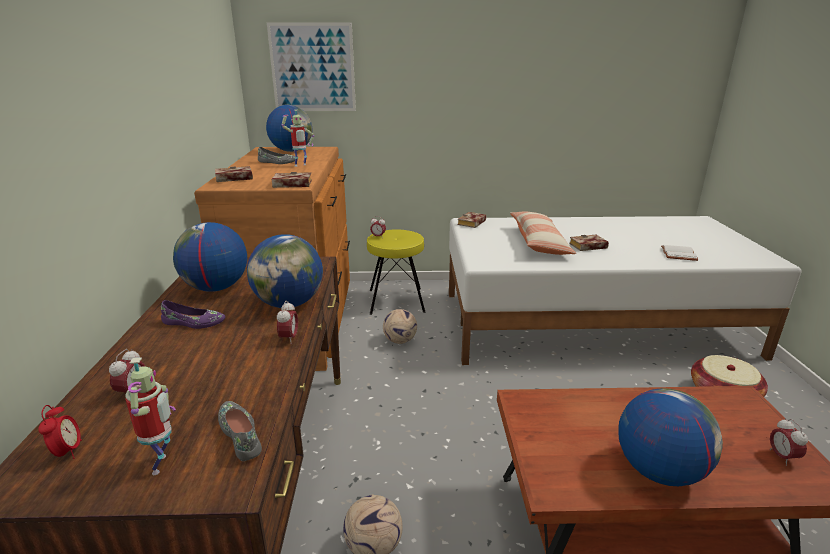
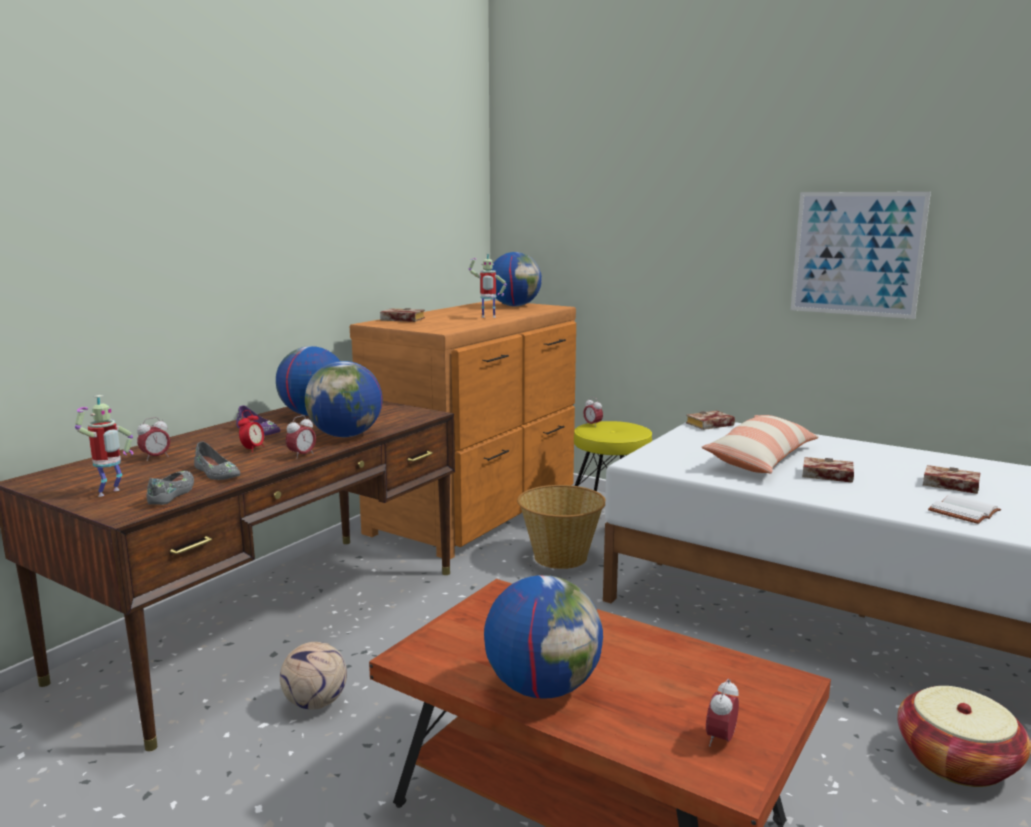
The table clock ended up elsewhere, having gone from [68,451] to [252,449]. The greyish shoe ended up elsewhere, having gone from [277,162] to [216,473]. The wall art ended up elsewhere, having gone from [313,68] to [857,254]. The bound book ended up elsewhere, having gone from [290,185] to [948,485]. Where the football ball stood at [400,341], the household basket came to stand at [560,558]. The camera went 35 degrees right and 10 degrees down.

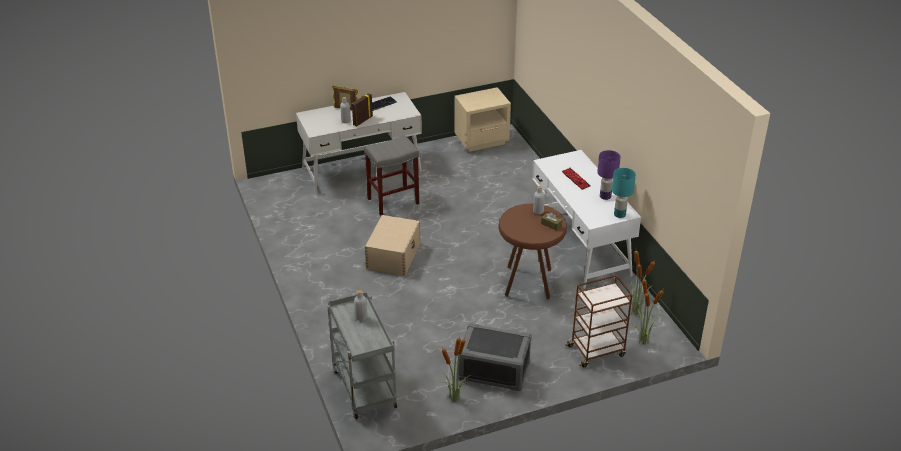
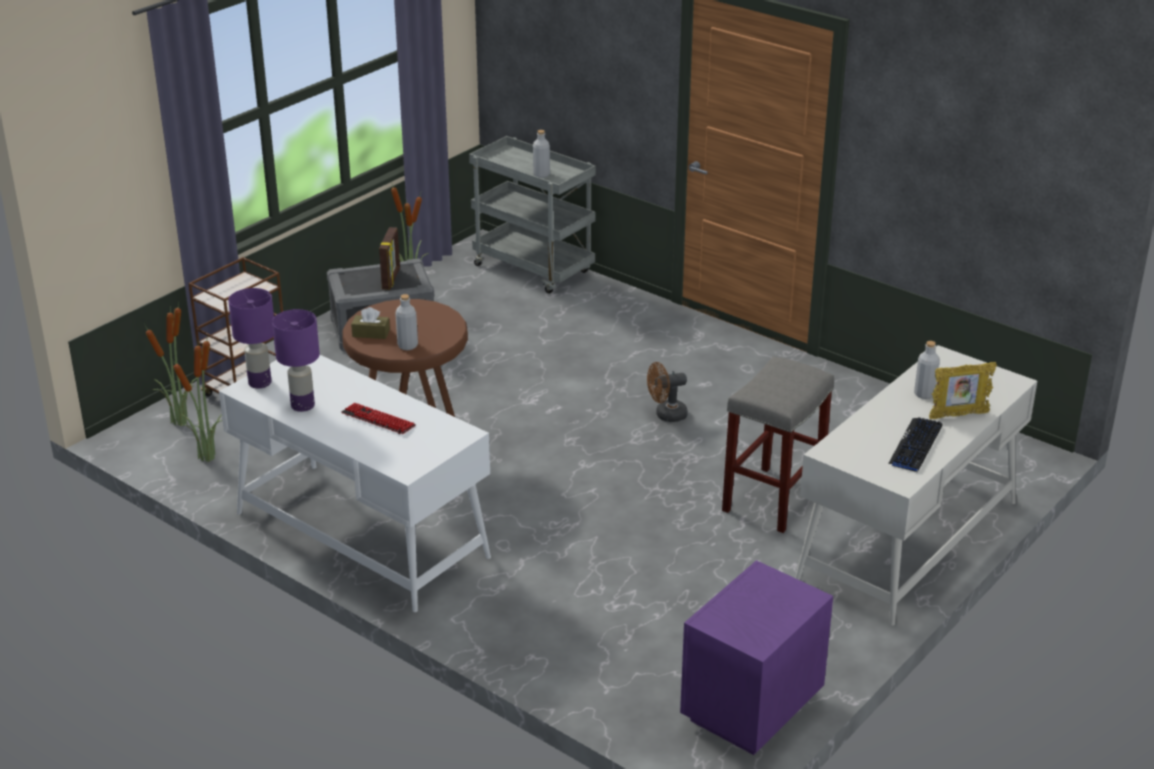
The standing frame ended up elsewhere, having gone from [362,120] to [391,279]. Where the sand-coloured storage container stood at [394,255], the brownish electric fan came to stand at [666,415]. What was the sand-coloured nightstand at [482,141] turned into the purple nightstand at [749,709]. What was the blue-green tabletop lamp at [620,214] turned into the purple tabletop lamp at [259,383]. The camera went 150 degrees right and 5 degrees down.

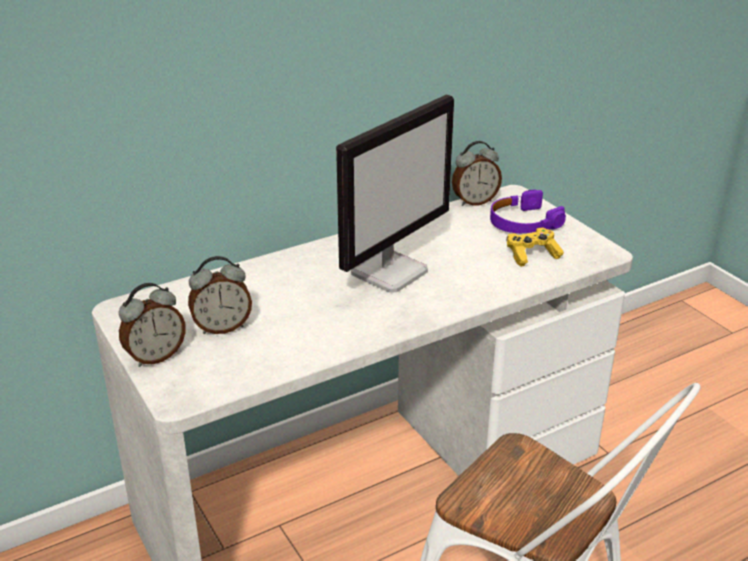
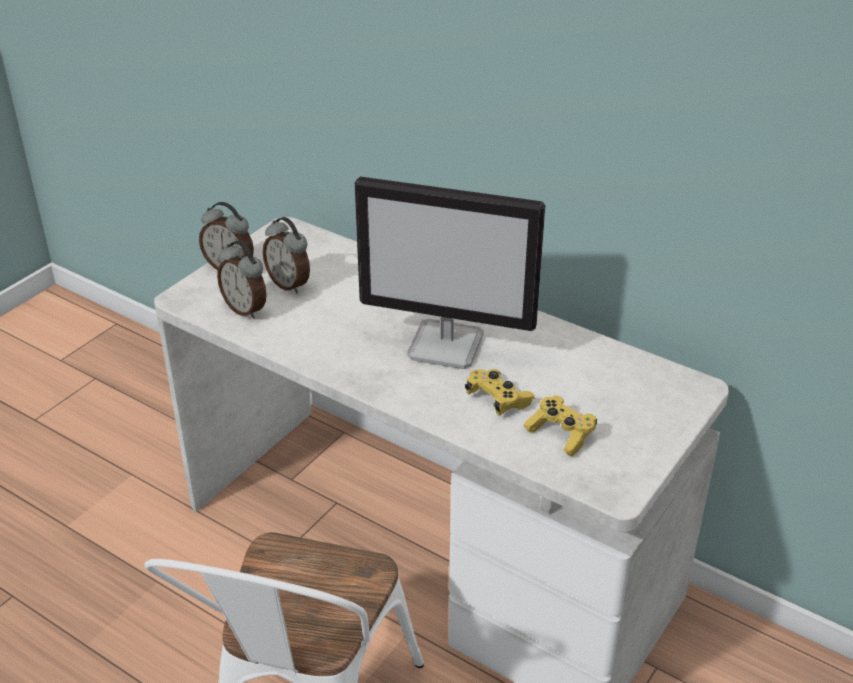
The second view lost the purple headset at [522,223]. The second view gained the yellow joypad at [498,399]. The table clock ended up elsewhere, having gone from [474,201] to [246,309]. The camera went 65 degrees right and 5 degrees up.

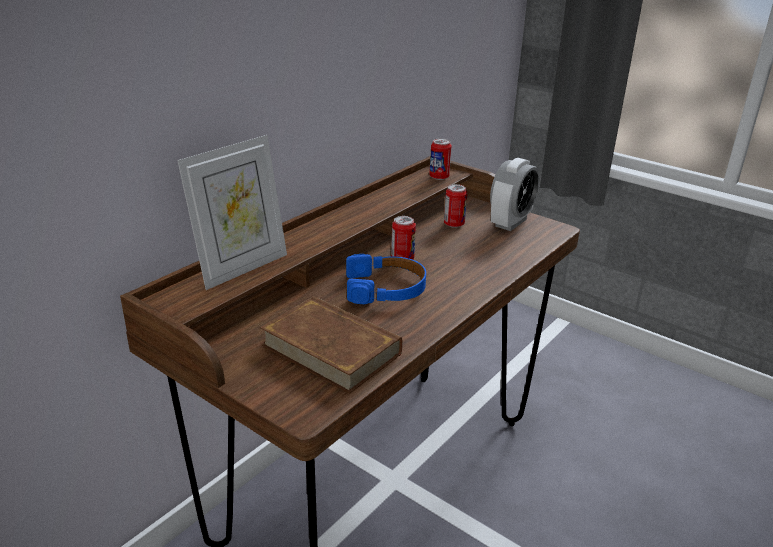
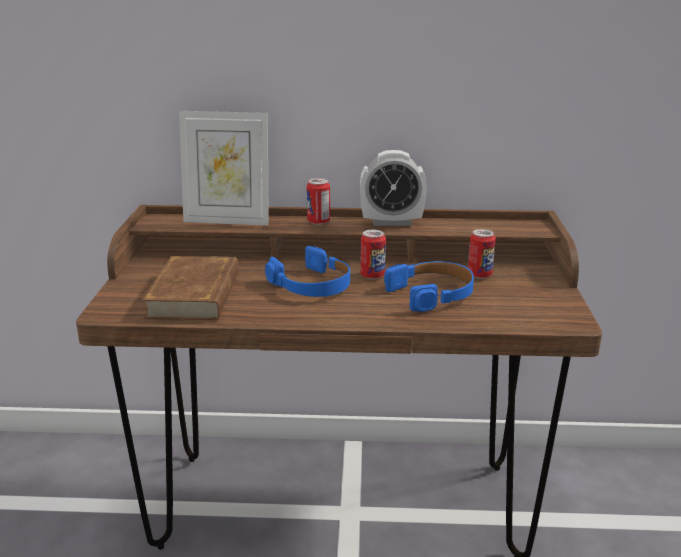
The second view gained the blue headset at [432,294]. The sealed can ended up elsewhere, having gone from [439,177] to [318,222]. The table clock ended up elsewhere, having gone from [510,222] to [391,222]. The camera went 55 degrees right and 5 degrees down.

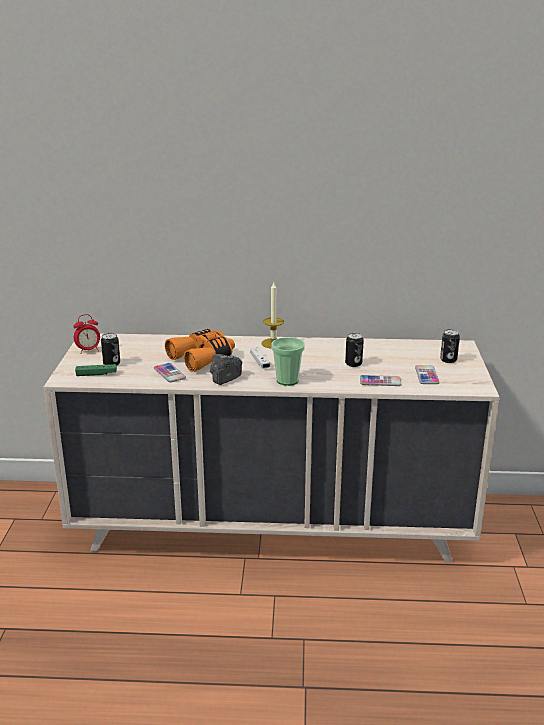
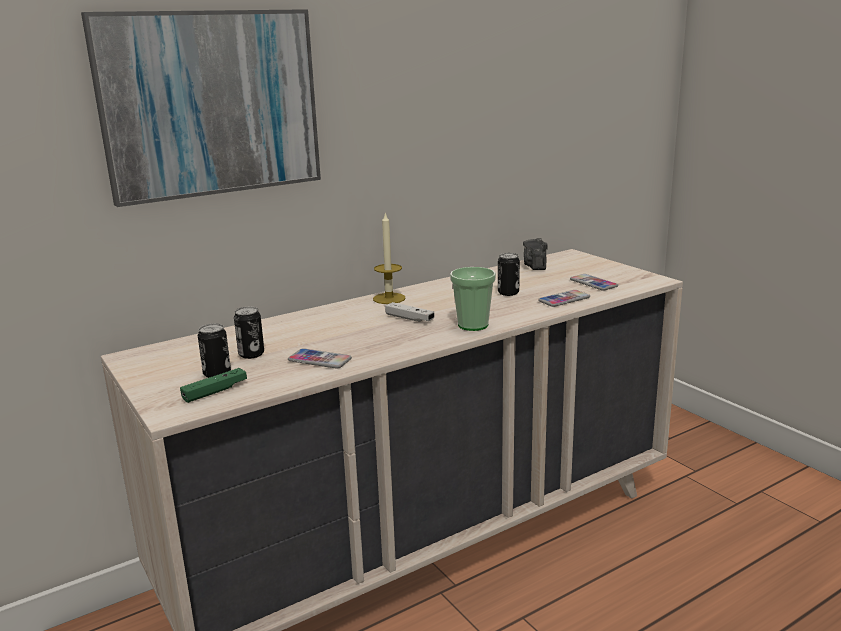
The second view lost the table clock at [88,350]. The second view lost the orange-coloured field glasses at [203,358]. The second view gained the wall art at [210,104]. The photo camera ended up elsewhere, having gone from [225,378] to [535,266]. The sealed can ended up elsewhere, having gone from [448,360] to [251,354]. The camera went 35 degrees left and 5 degrees down.

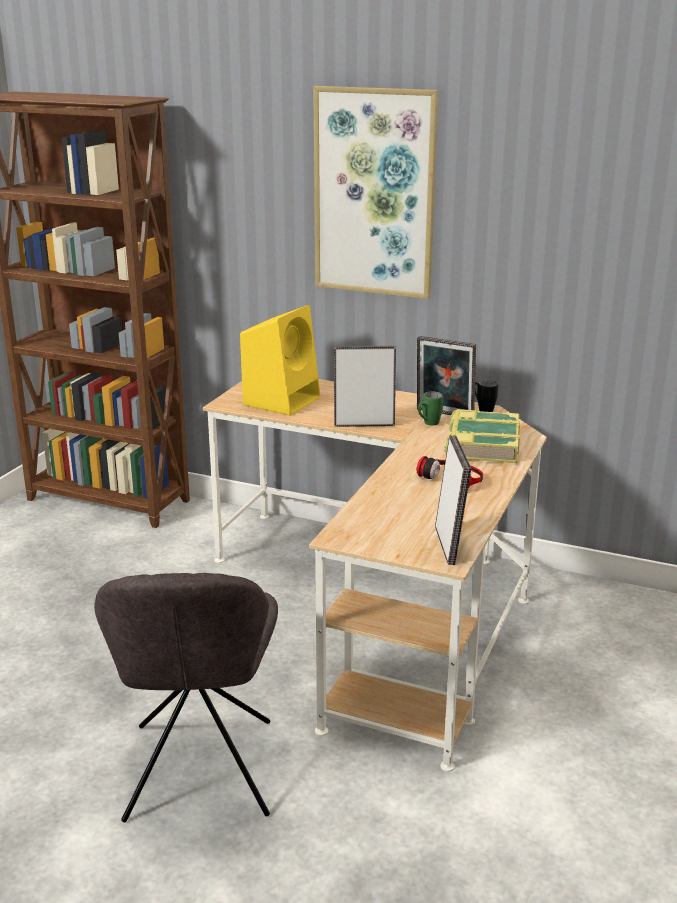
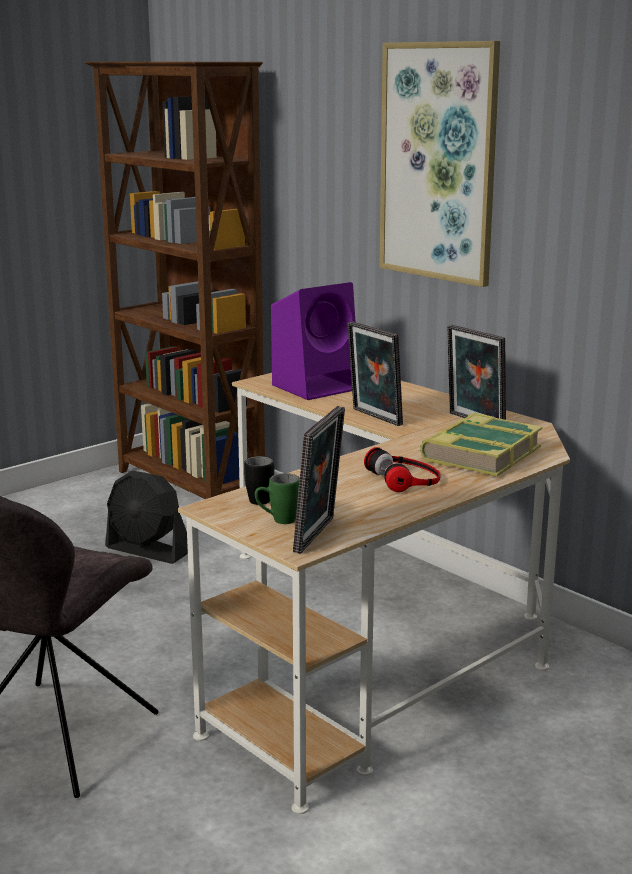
The second view gained the blackish electric fan at [147,550]. The greenish tea mug ended up elsewhere, having gone from [428,424] to [277,521]. The blackish tea mug ended up elsewhere, having gone from [482,409] to [258,498]. What was the yellow speaker at [282,400] turned into the purple speaker at [317,387]. The standing frame at [364,424] ended up facing another way, 150 degrees counterclockwise from before. The camera went 25 degrees right and 5 degrees down.

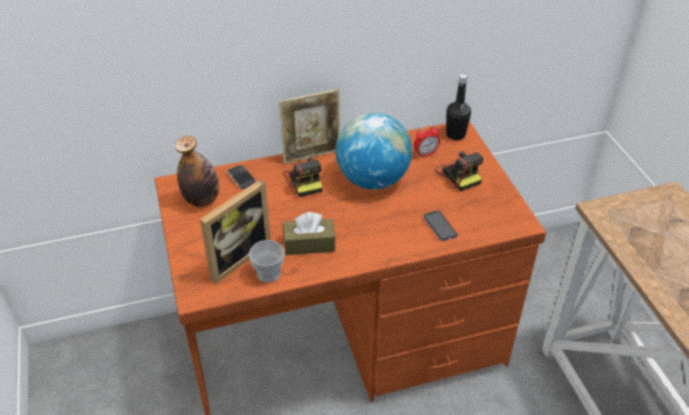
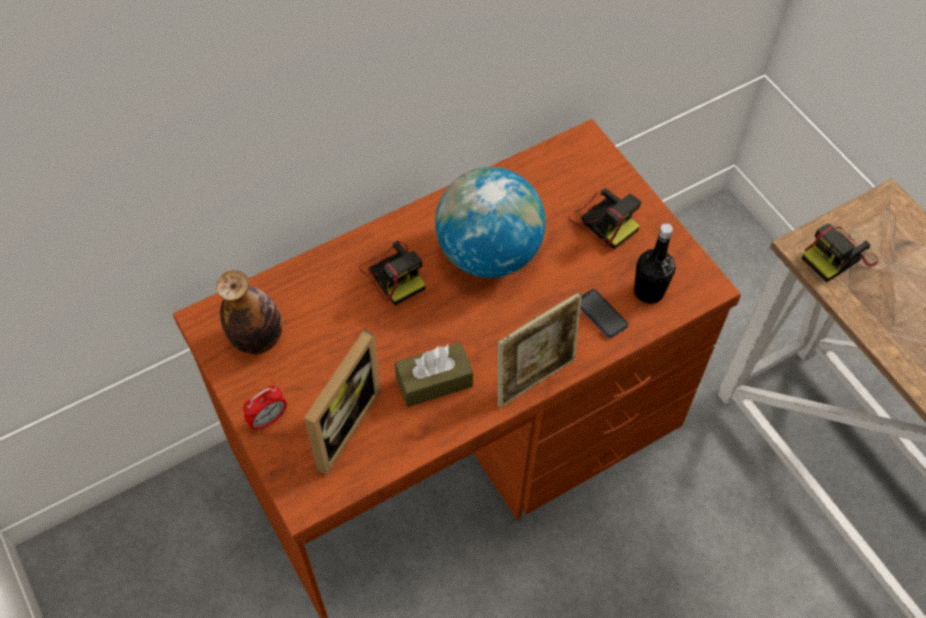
The second view lost the telephone at [241,178]. The second view lost the cup at [268,273]. The second view gained the photo camera at [838,256]. The standing frame ended up elsewhere, having gone from [312,155] to [535,379]. The table clock ended up elsewhere, having gone from [425,154] to [268,419]. The blackish drink bottle ended up elsewhere, having gone from [455,134] to [649,291]. The camera went 15 degrees left and 15 degrees up.

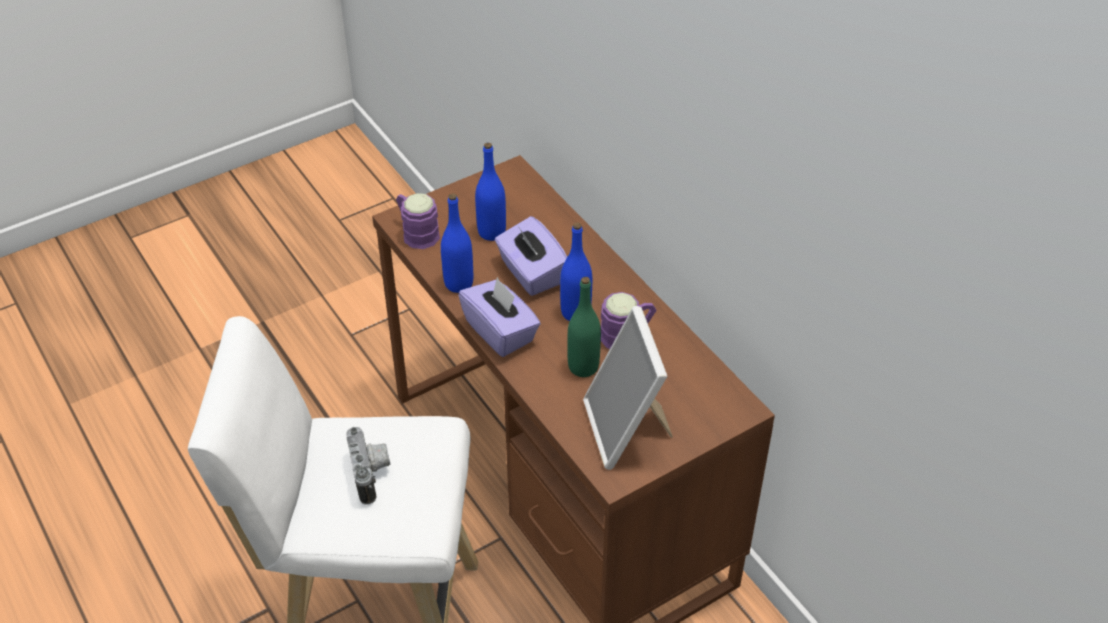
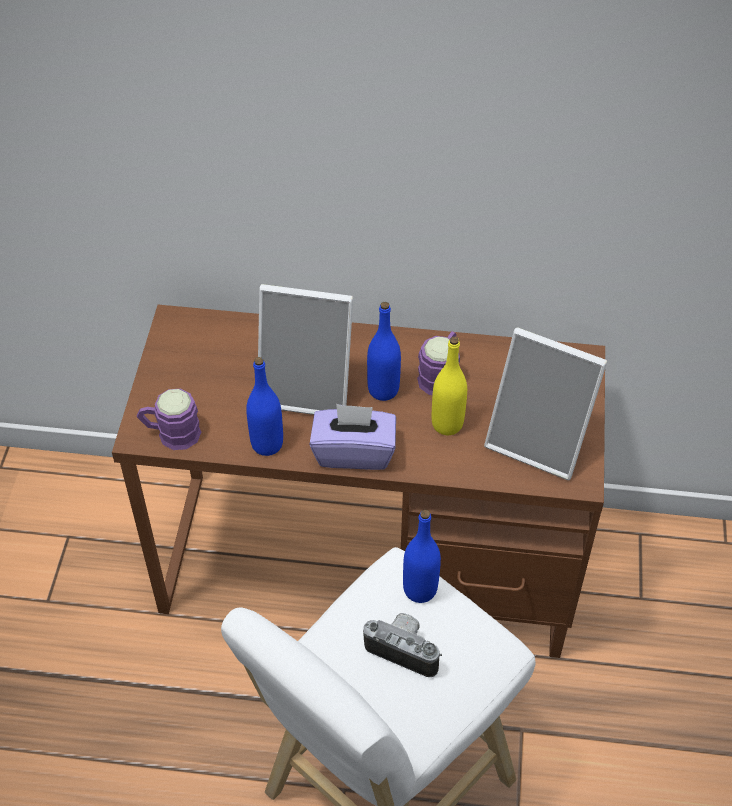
The blue drink bottle ended up elsewhere, having gone from [491,232] to [420,589]. Where the purple box of tissues stood at [531,273], the standing frame came to stand at [308,389]. What was the greenish drink bottle at [583,367] turned into the yellow drink bottle at [447,424]. The camera went 50 degrees left and 5 degrees up.

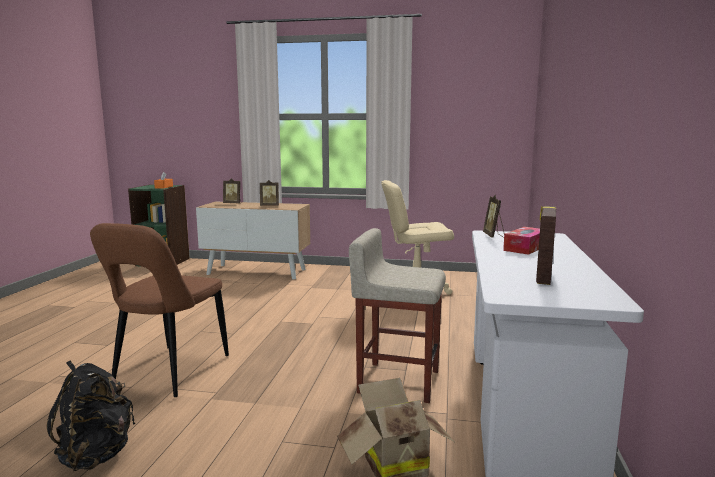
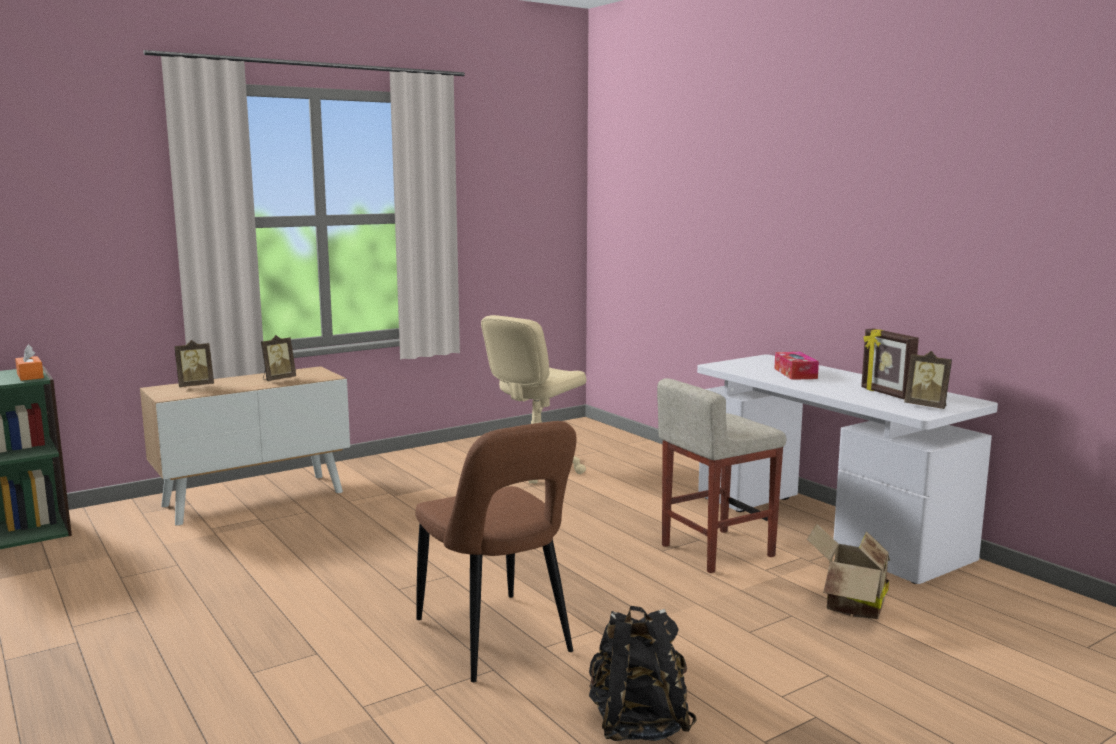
The standing frame ended up elsewhere, having gone from [494,236] to [927,406]. The camera went 45 degrees left and 0 degrees up.

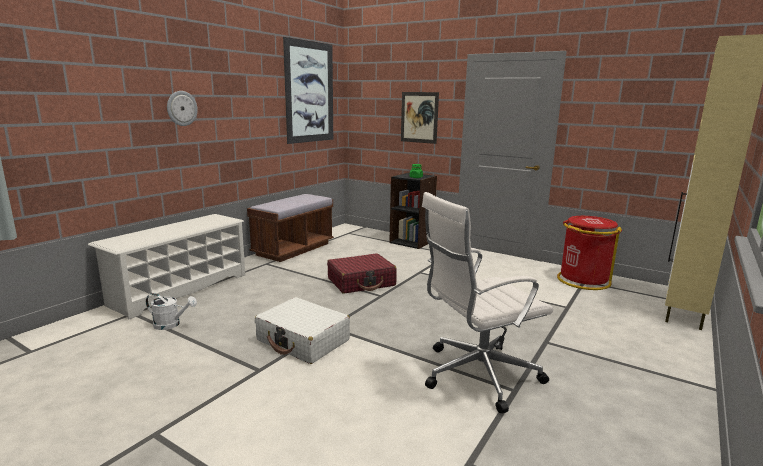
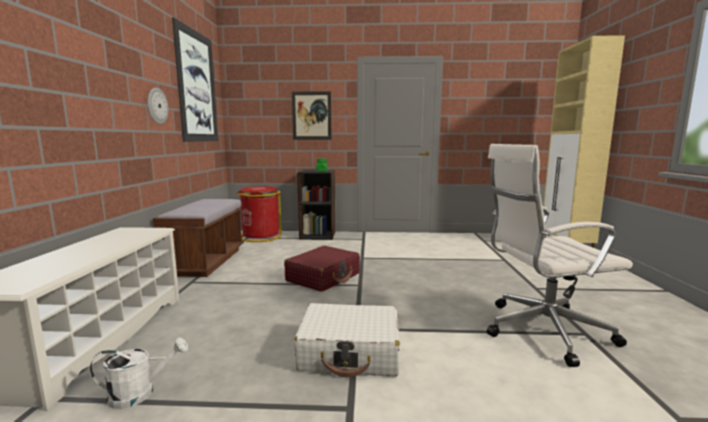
The wall clock ended up elsewhere, having gone from [181,108] to [157,106]. The reddish trash can ended up elsewhere, having gone from [583,280] to [260,237]. The whitish office chair at [476,375] ended up facing another way, 45 degrees clockwise from before. The camera went 30 degrees left and 5 degrees down.

